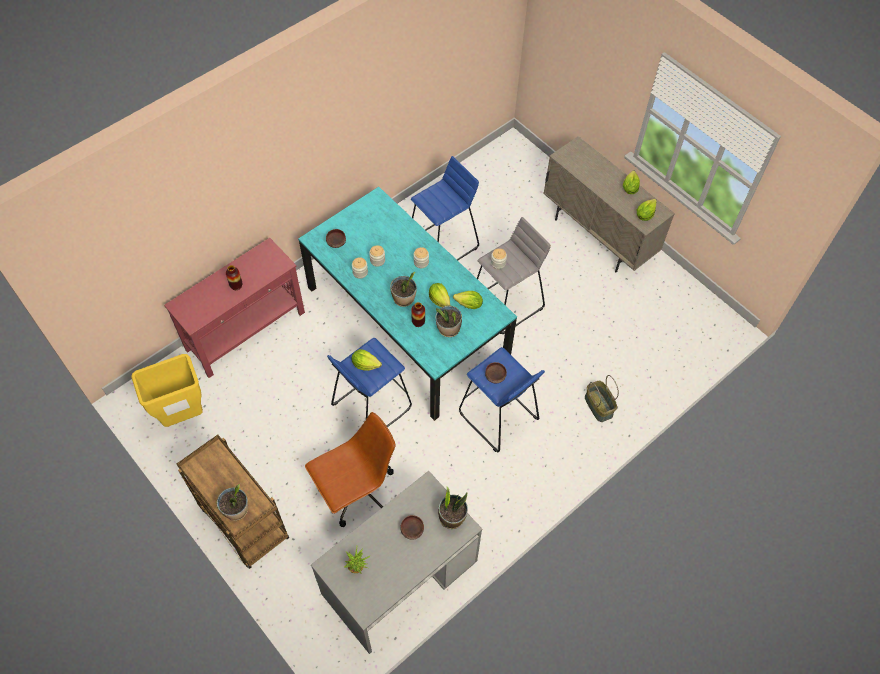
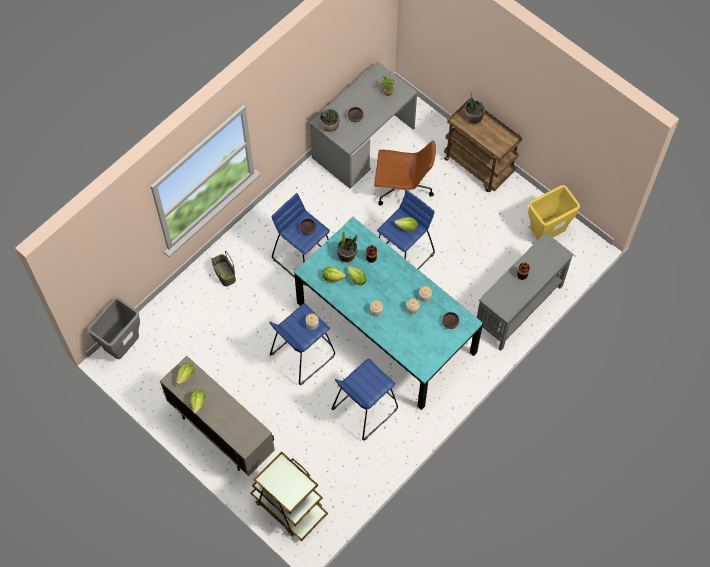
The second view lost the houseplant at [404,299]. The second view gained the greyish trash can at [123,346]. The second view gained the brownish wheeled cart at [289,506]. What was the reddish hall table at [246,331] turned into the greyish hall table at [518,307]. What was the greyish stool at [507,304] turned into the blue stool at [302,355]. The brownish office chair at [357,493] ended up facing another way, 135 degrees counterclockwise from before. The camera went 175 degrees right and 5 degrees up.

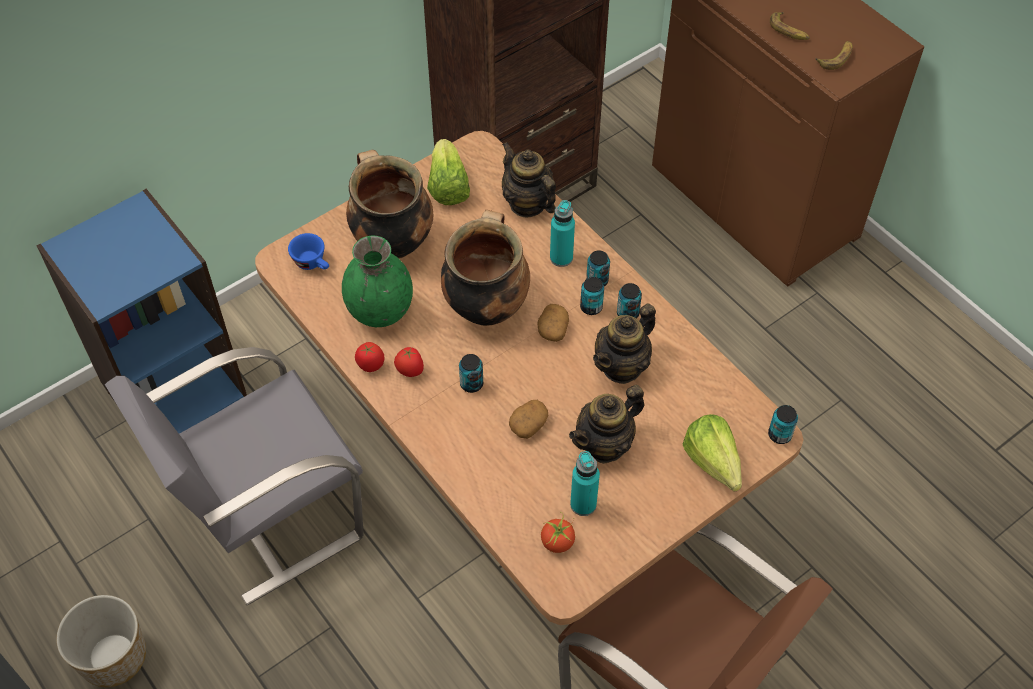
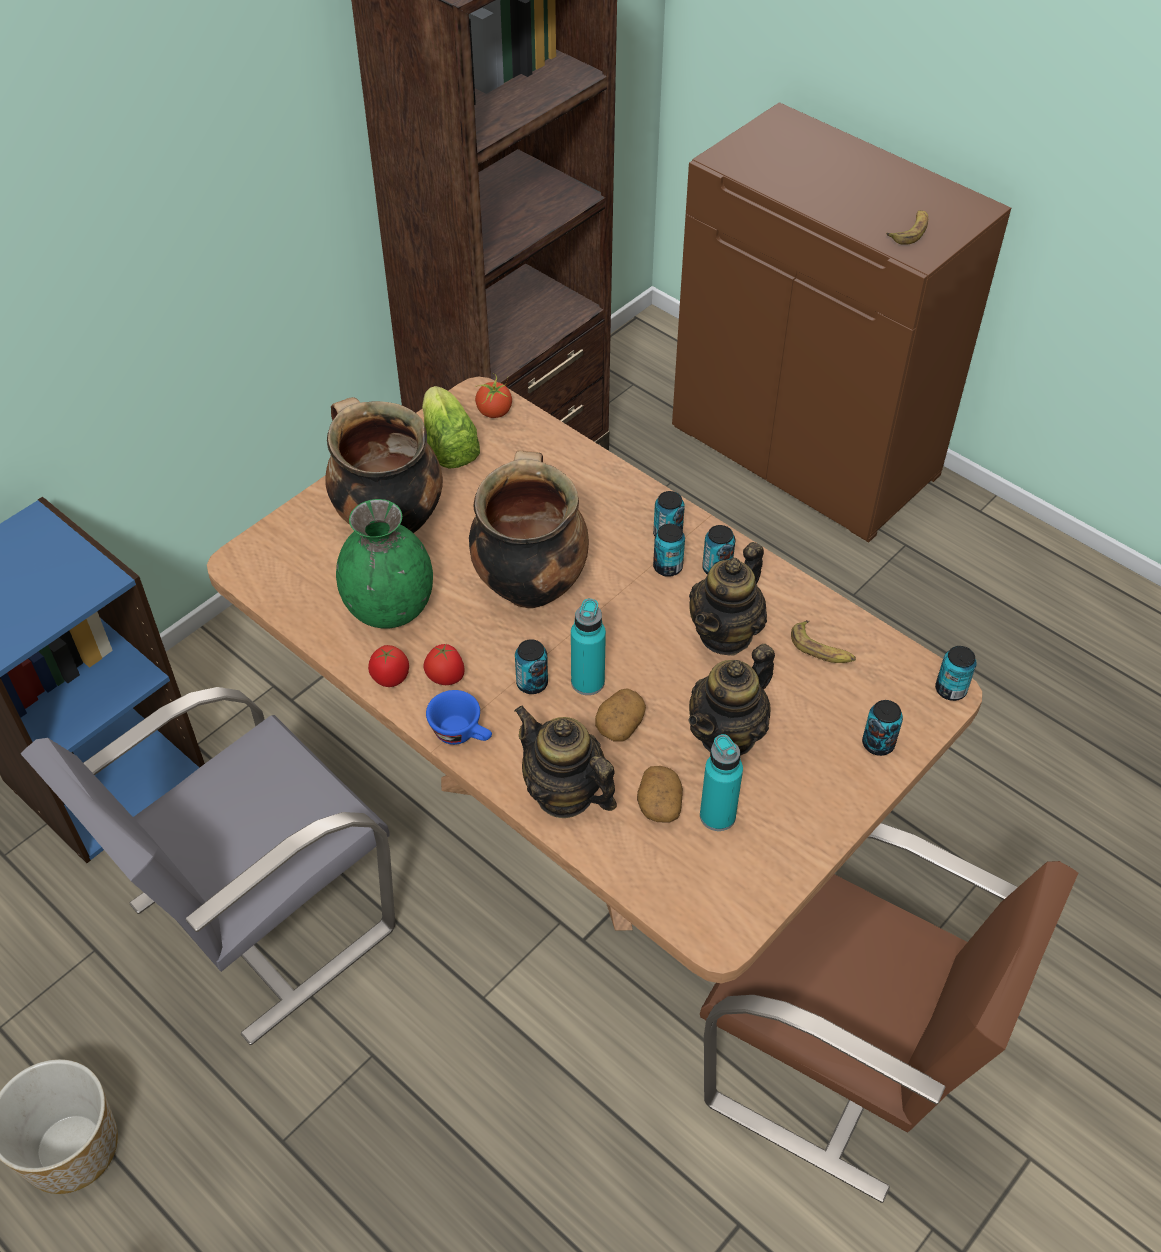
The blue cup ended up elsewhere, having gone from [313,263] to [462,734]. The teapot ended up elsewhere, having gone from [527,203] to [564,793]. The spud ended up elsewhere, having gone from [552,329] to [659,803]. The fresh tomato ended up elsewhere, having gone from [557,542] to [494,412]. The blue-green drink bottle ended up elsewhere, having gone from [561,258] to [587,682]. The banana ended up elsewhere, having gone from [788,30] to [822,649]. Where the lettuce stood at [714,468], the sealed can came to stand at [878,744]. The camera went 10 degrees left and 5 degrees down.

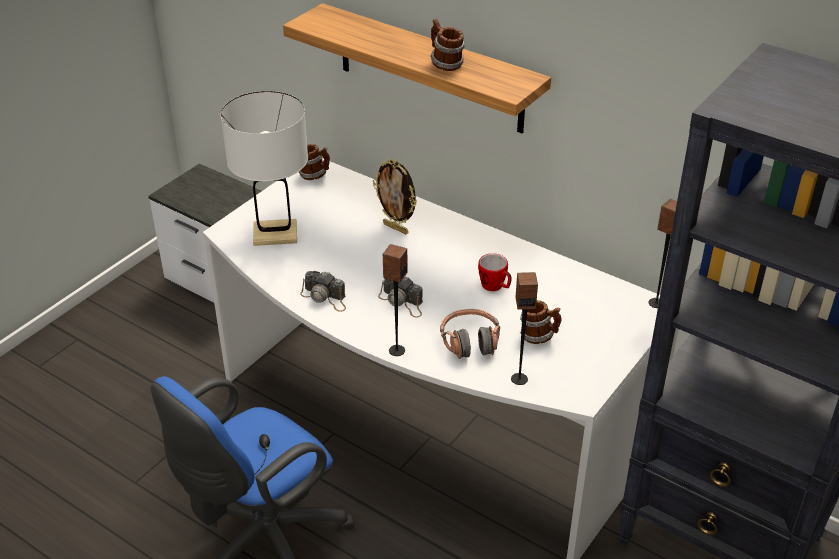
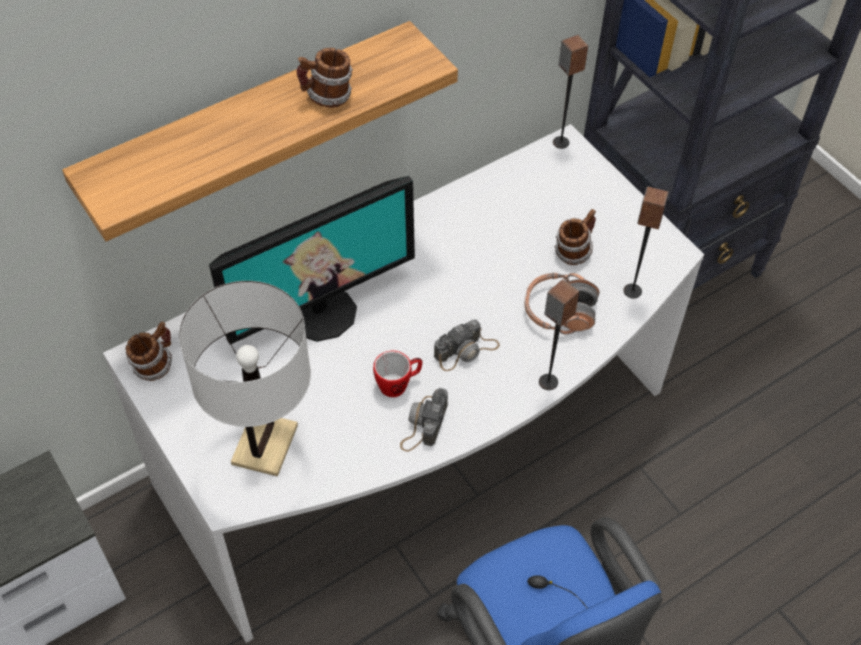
The tea mug ended up elsewhere, having gone from [495,287] to [398,384]. Where the standing frame stood at [396,228], the monitor came to stand at [322,313]. The photo camera at [325,298] ended up facing another way, 150 degrees clockwise from before. The camera went 70 degrees left and 15 degrees up.

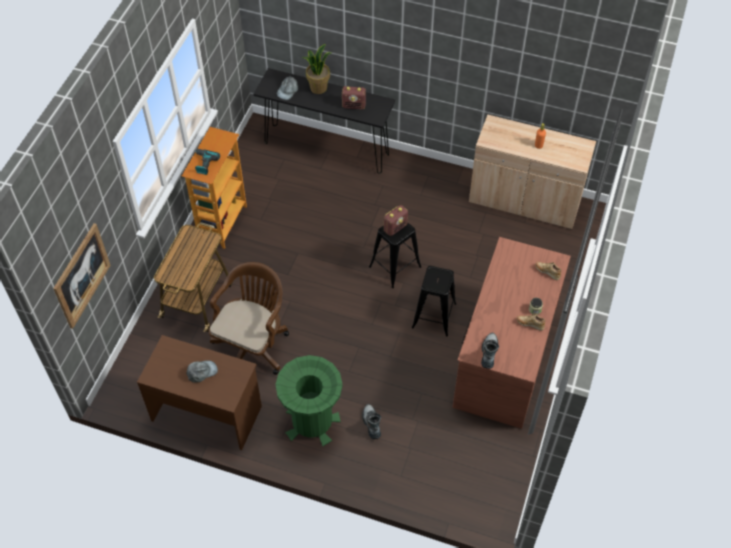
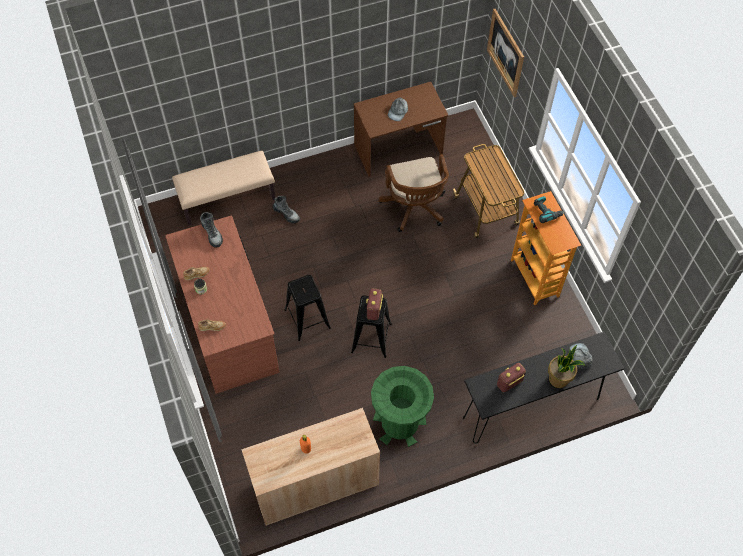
The second view gained the sand-coloured bench at [227,198]. The greenish trash can ended up elsewhere, having gone from [312,421] to [400,423]. The camera went 140 degrees right and 5 degrees up.

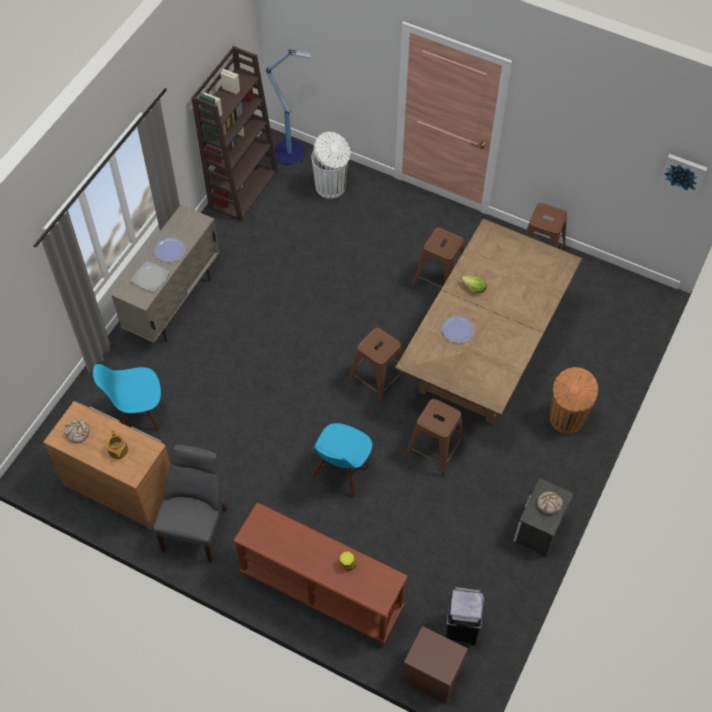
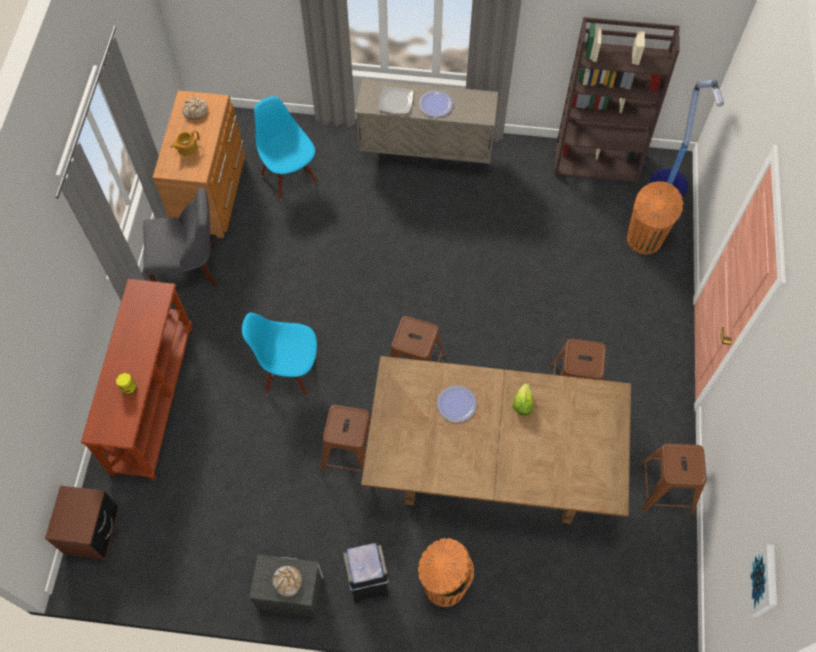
The blackish trash can ended up elsewhere, having gone from [461,628] to [368,582]. What was the whitish trash can at [331,187] turned into the orange-coloured trash can at [644,240]. The camera went 70 degrees right and 5 degrees up.

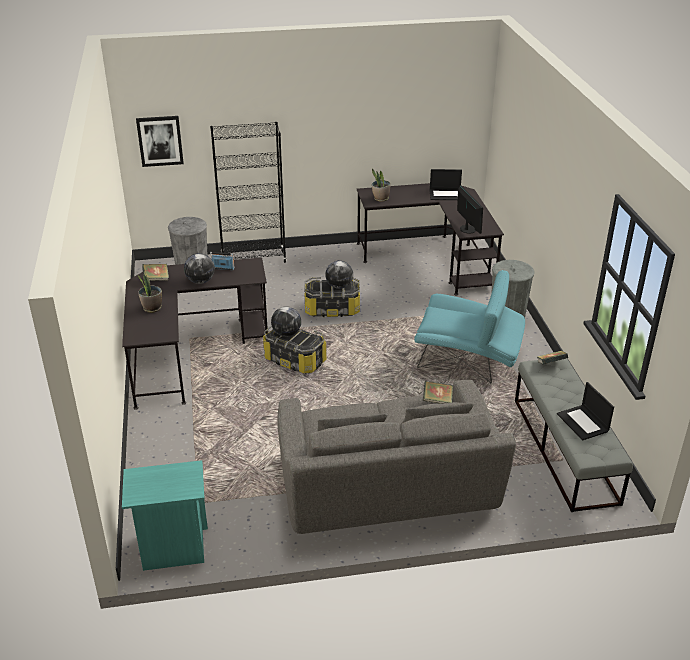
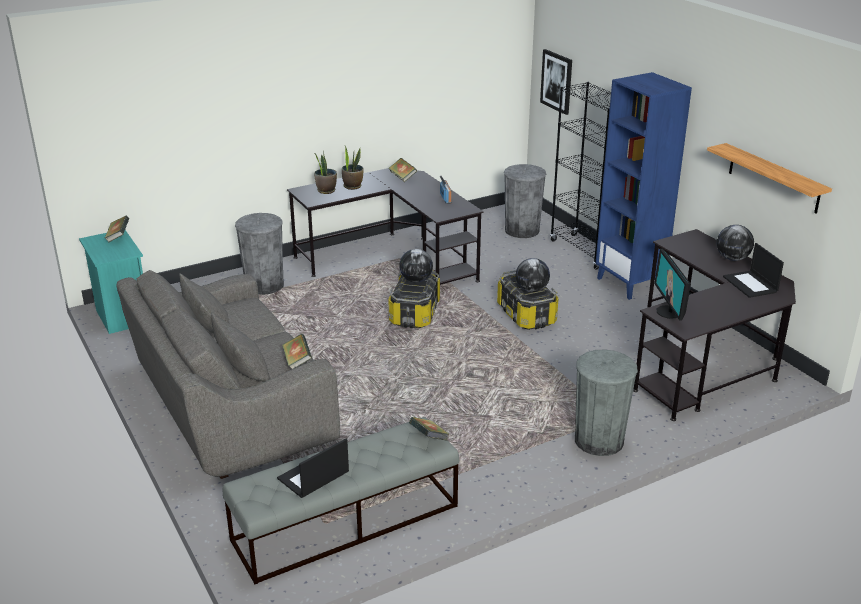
The second view lost the blue-green armchair at [468,359]. The second view gained the bound book at [118,237]. The second view gained the greyish trash can at [264,286]. The second view gained the blue bookshelf at [630,284]. The second view gained the wall shelf at [773,178]. The globe ended up elsewhere, having gone from [200,281] to [732,258]. The houseplant ended up elsewhere, having gone from [380,198] to [326,191]. The monitor at [467,229] ended up facing another way, 120 degrees clockwise from before. The camera went 70 degrees right and 5 degrees down.

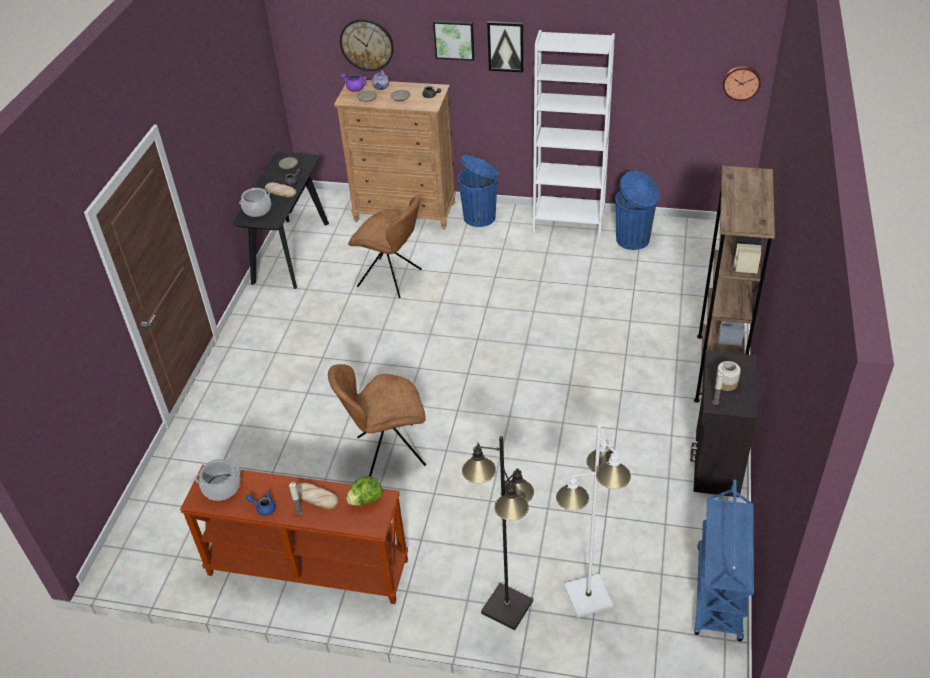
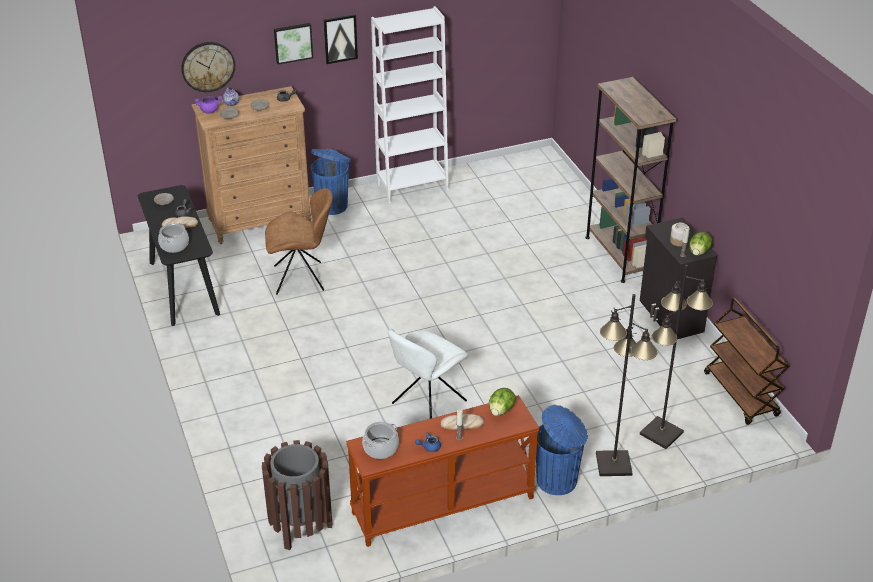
The second view lost the wall clock at [741,82]. The second view gained the brownish trash can at [300,526]. The second view gained the lettuce at [699,252]. The blue trash can ended up elsewhere, having gone from [633,240] to [558,480]. What was the brownish chair at [388,452] turned into the whitish chair at [427,403]. What was the whitish standard lamp at [587,597] turned into the blackish standard lamp at [661,434]. What was the blue wheeled cart at [719,593] turned into the brownish wheeled cart at [741,395]. The camera went 35 degrees left and 5 degrees down.

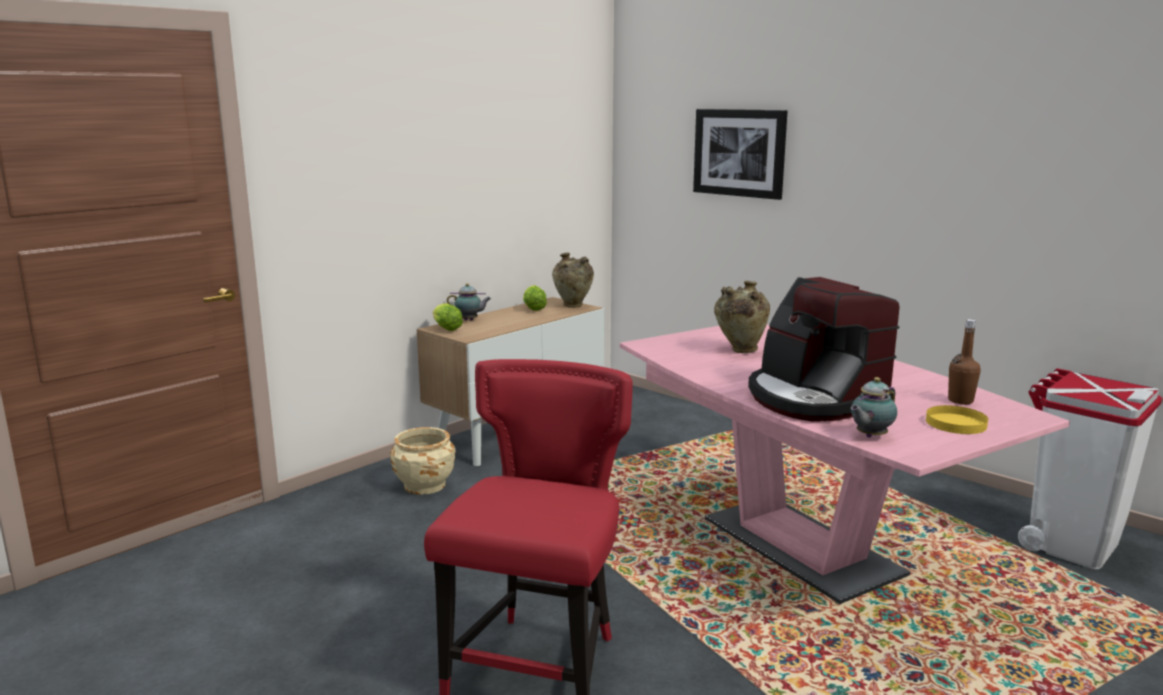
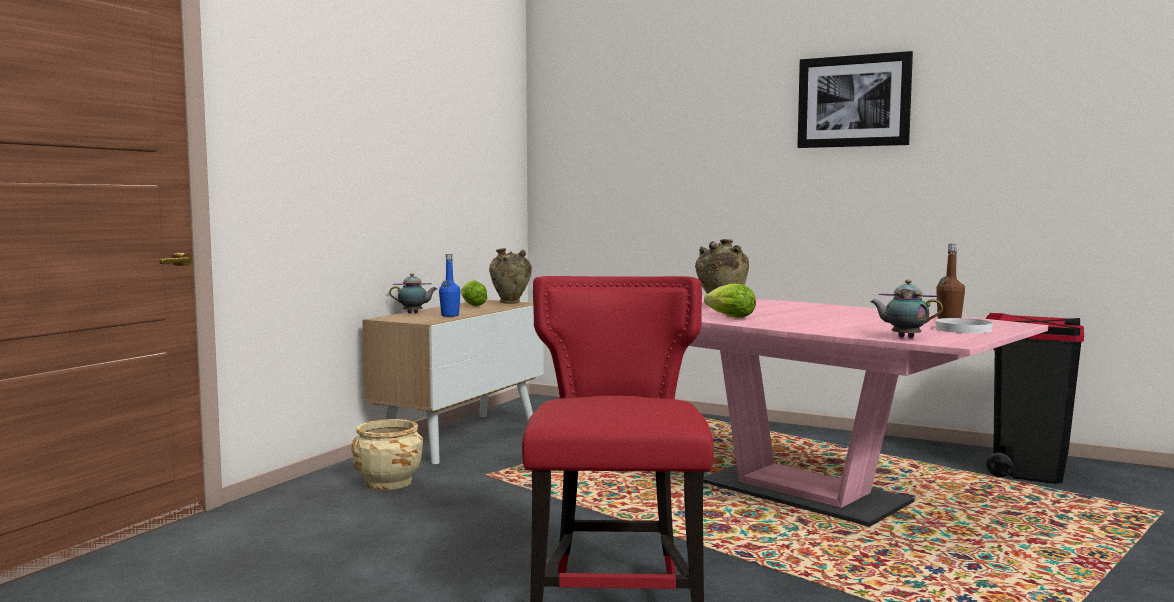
The second view lost the coffee maker at [814,399]. The second view gained the blue drink bottle at [450,315]. The lettuce ended up elsewhere, having gone from [445,328] to [728,317]. The wall art ended up elsewhere, having gone from [739,153] to [853,101]. What was the yellow dinner plate at [956,423] turned into the whitish dinner plate at [963,329]. What was the whitish trash can at [1071,543] turned into the blackish trash can at [1027,470]. The teapot at [869,436] ended up facing another way, 75 degrees clockwise from before. The camera went 15 degrees left and 10 degrees down.

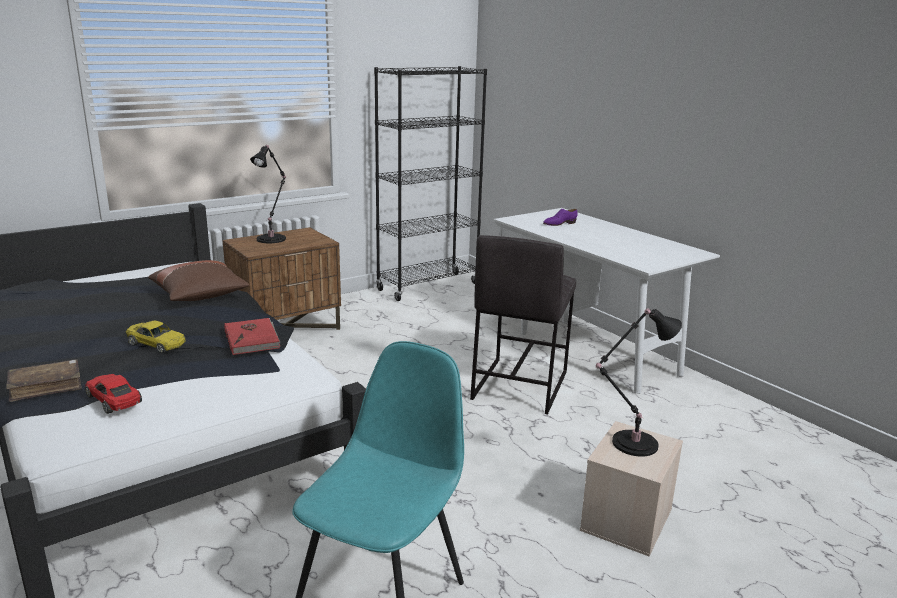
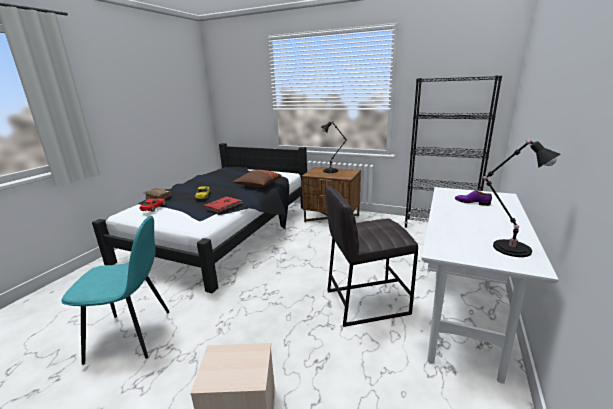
The blackish tabletop lamp ended up elsewhere, having gone from [631,443] to [508,247]. The camera went 60 degrees right and 0 degrees up.

